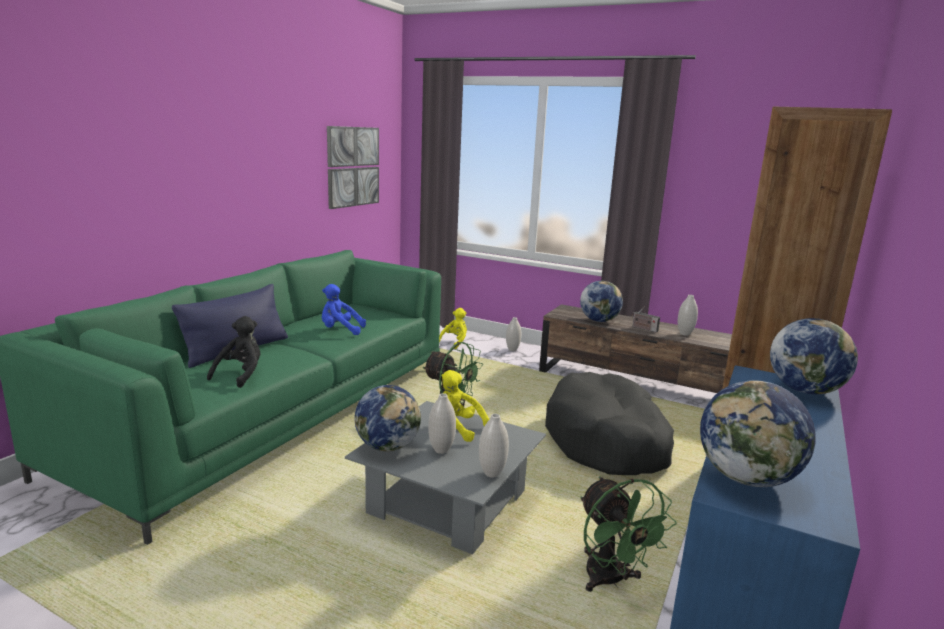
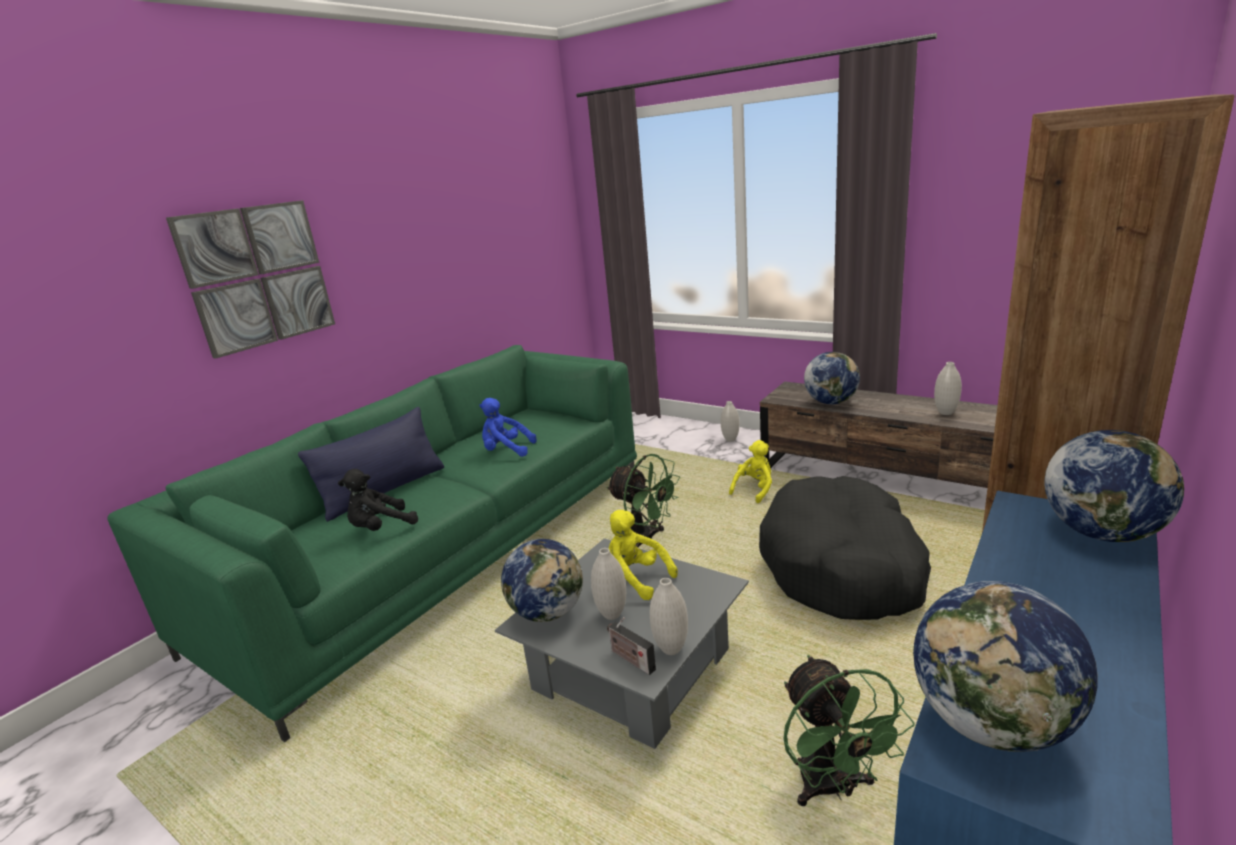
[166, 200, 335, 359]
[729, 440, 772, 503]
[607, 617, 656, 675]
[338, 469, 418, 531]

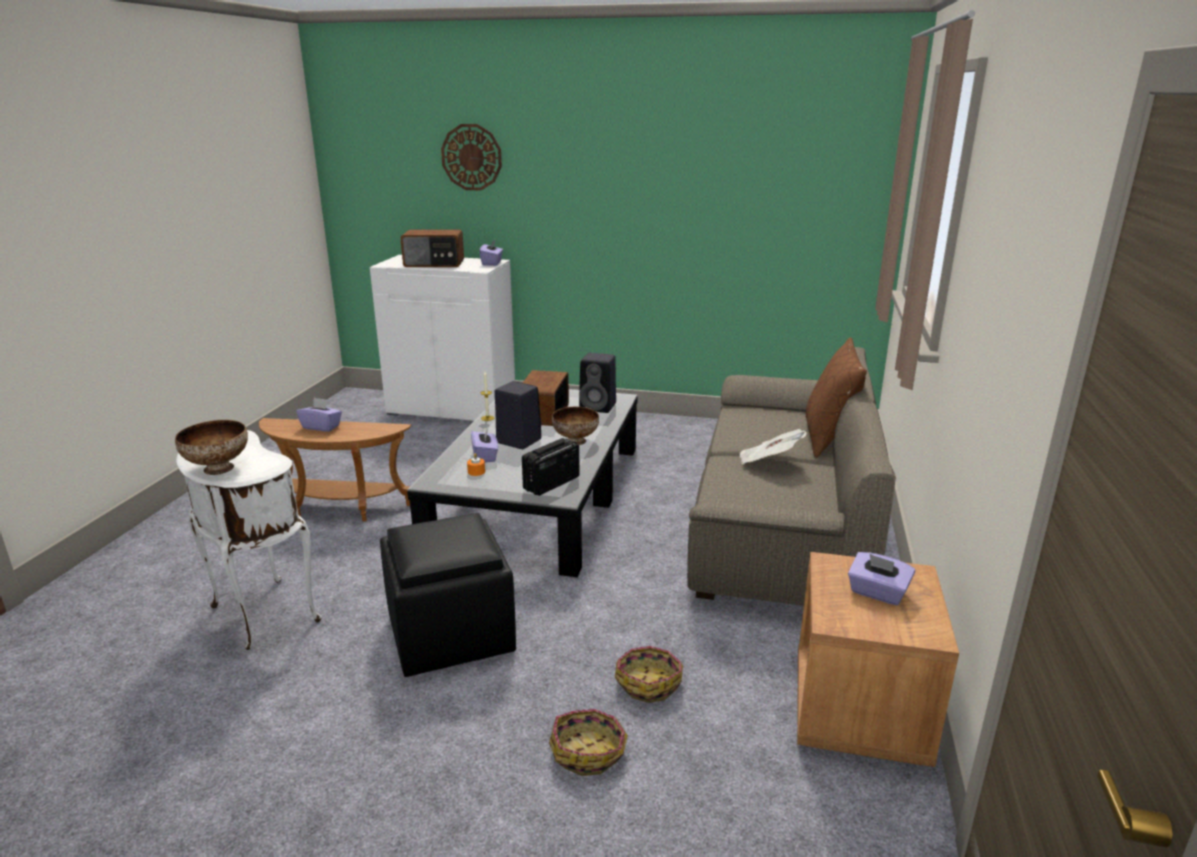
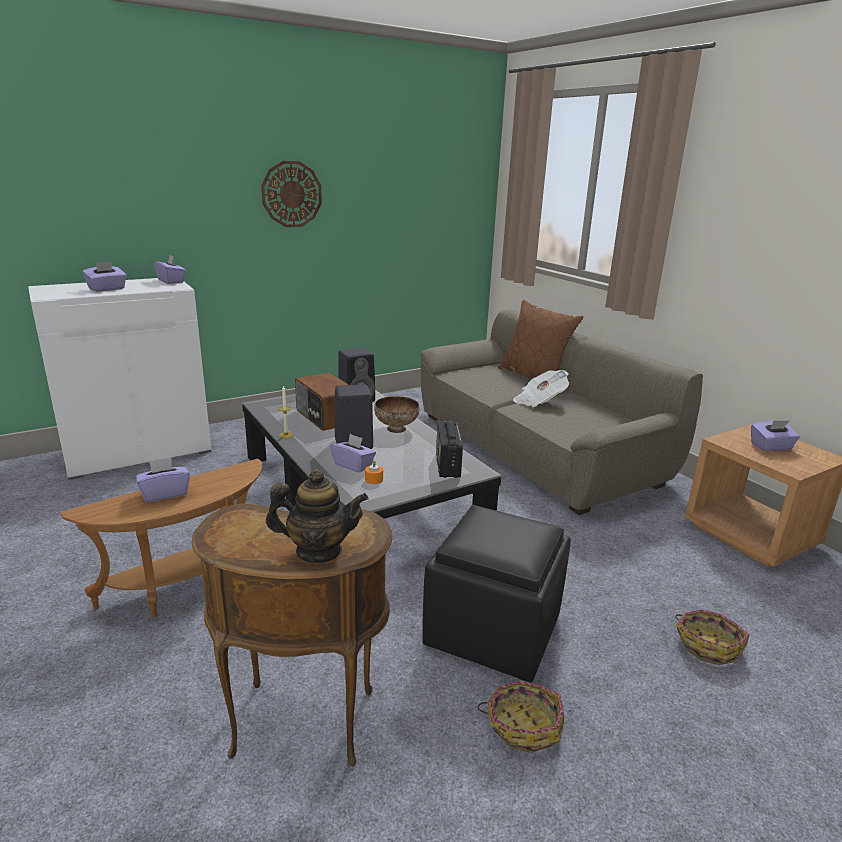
[261, 161, 322, 227]
[478, 681, 564, 753]
[266, 469, 368, 563]
[82, 262, 127, 292]
[192, 503, 392, 766]

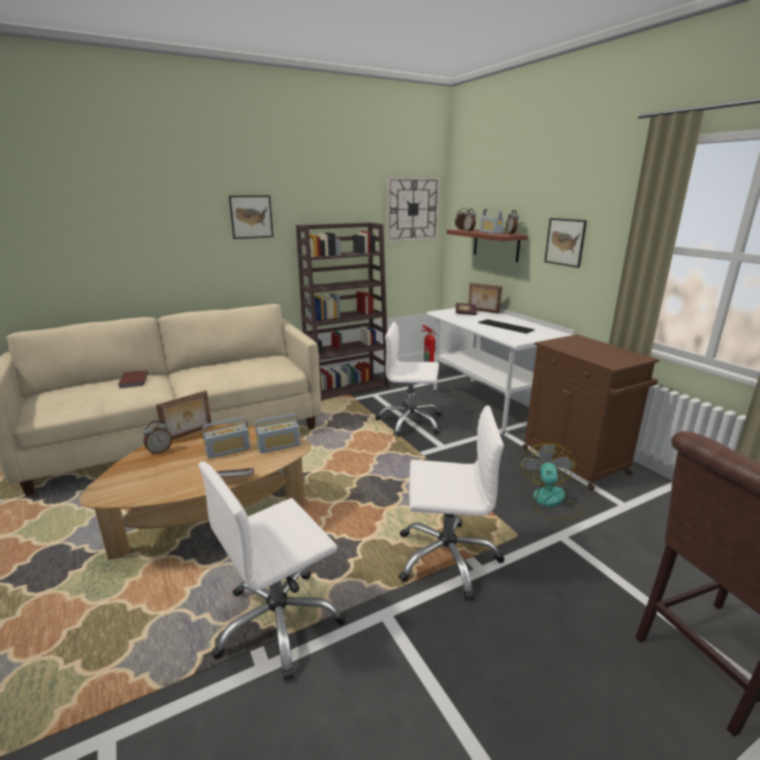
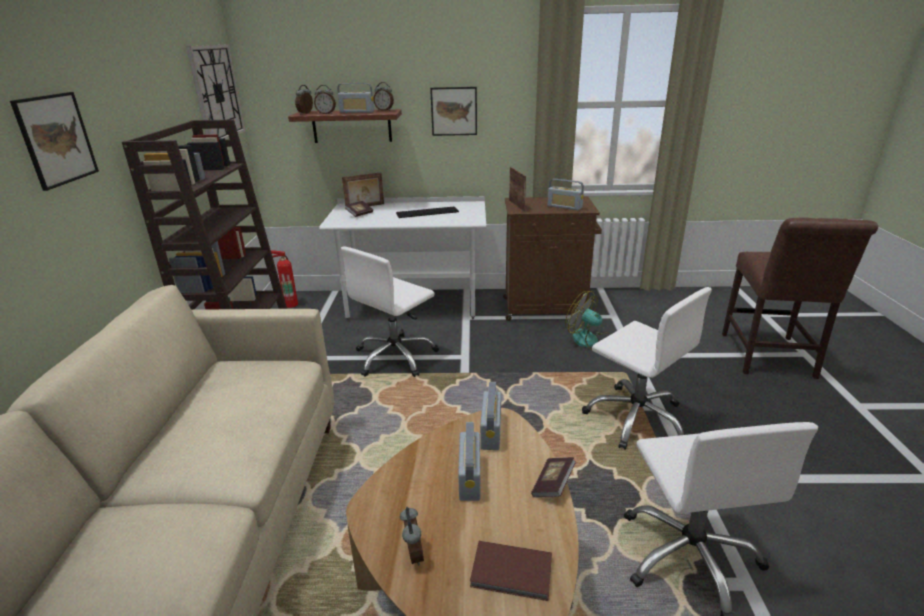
[548, 179, 584, 210]
[470, 541, 552, 601]
[509, 167, 526, 211]
[582, 287, 712, 450]

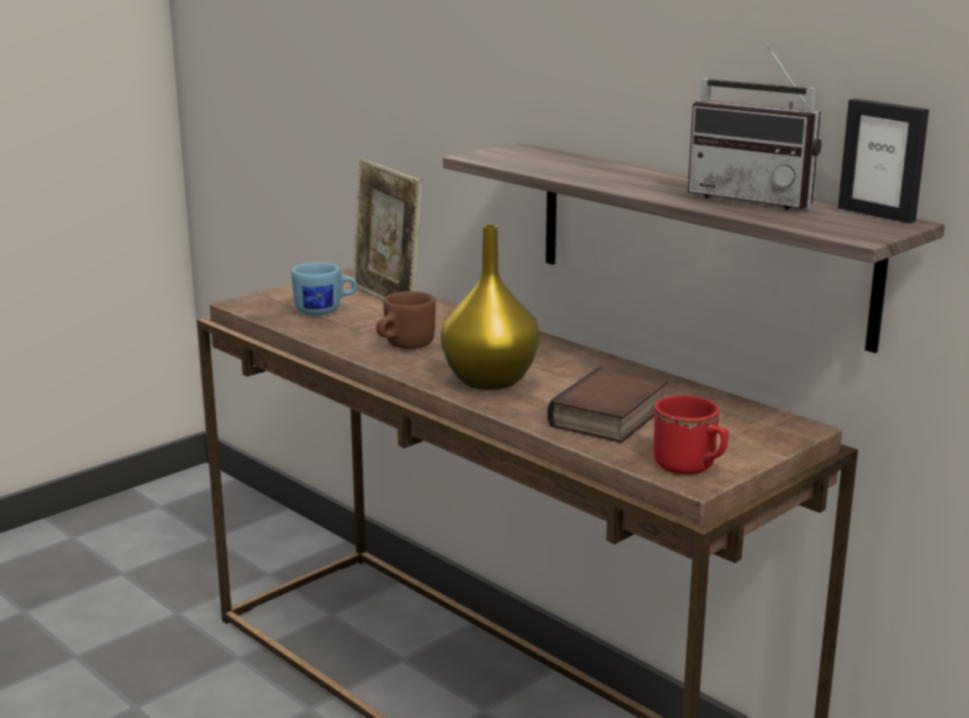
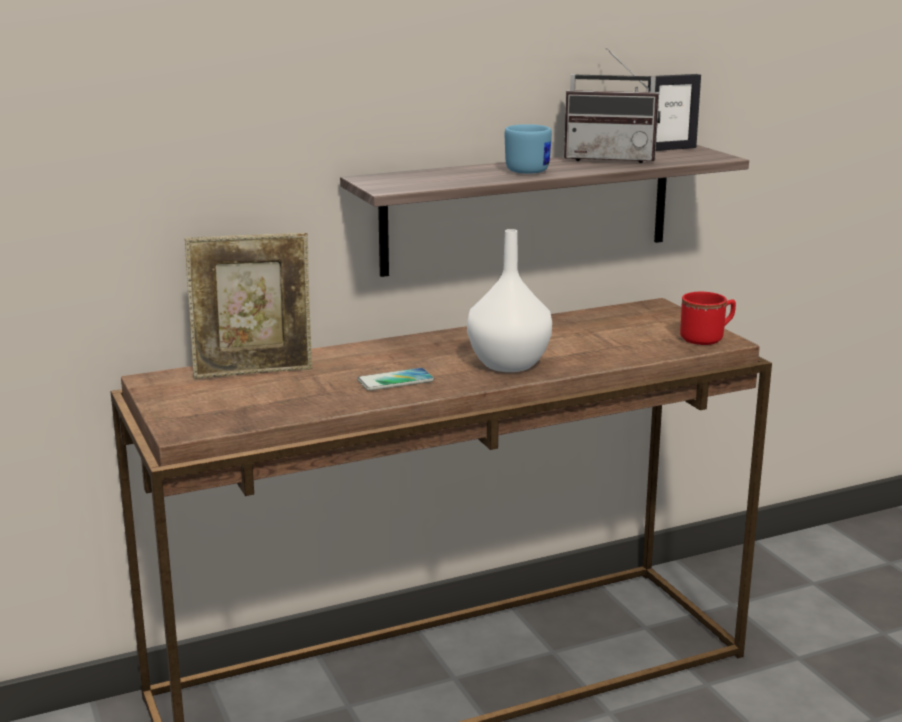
[547, 366, 668, 443] (first image)
[505, 124, 552, 174]
[357, 368, 434, 391]
[467, 229, 552, 372]
[564, 47, 661, 163]

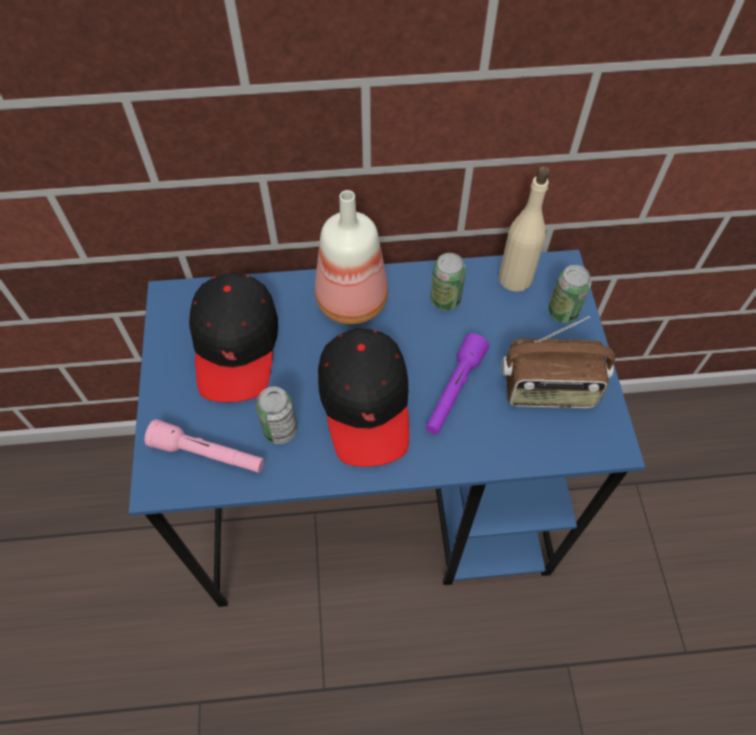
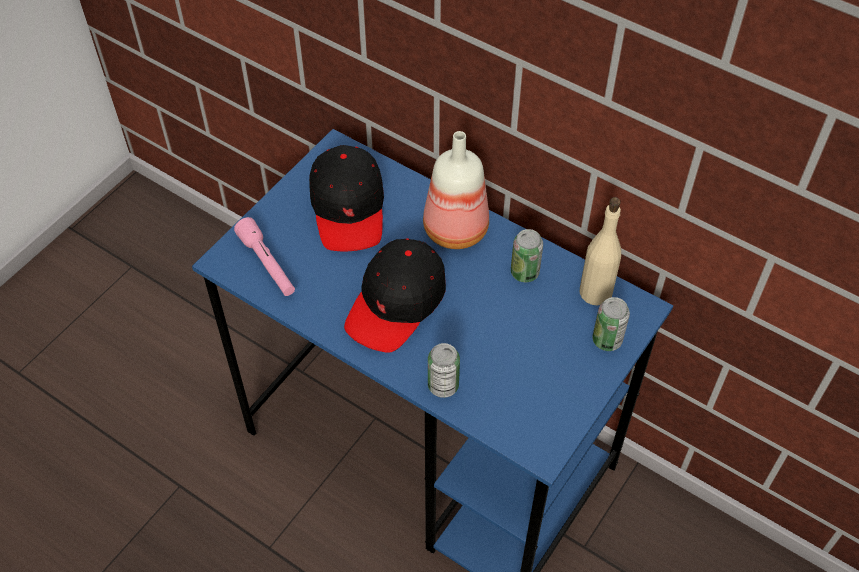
[425, 333, 489, 434] (first image)
[502, 316, 615, 408] (first image)
[428, 343, 460, 398]
[309, 145, 384, 251]

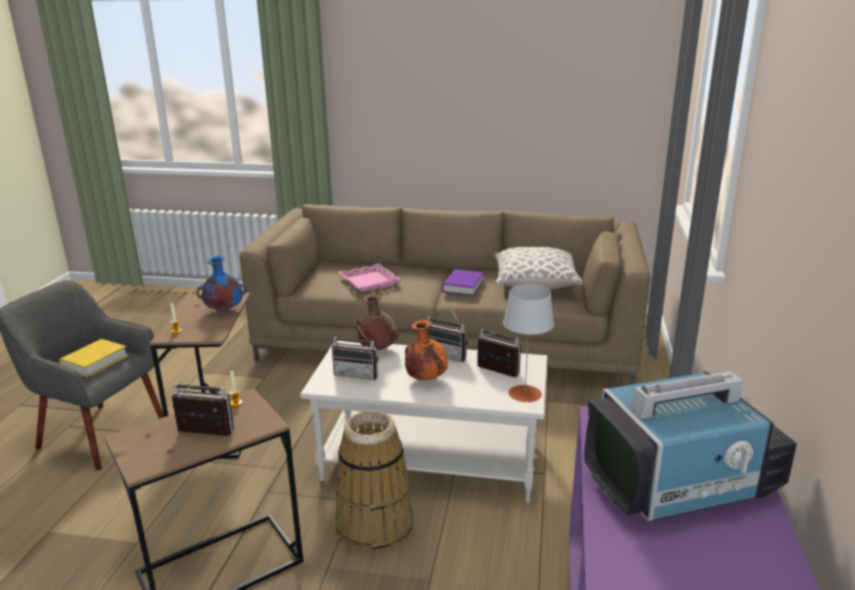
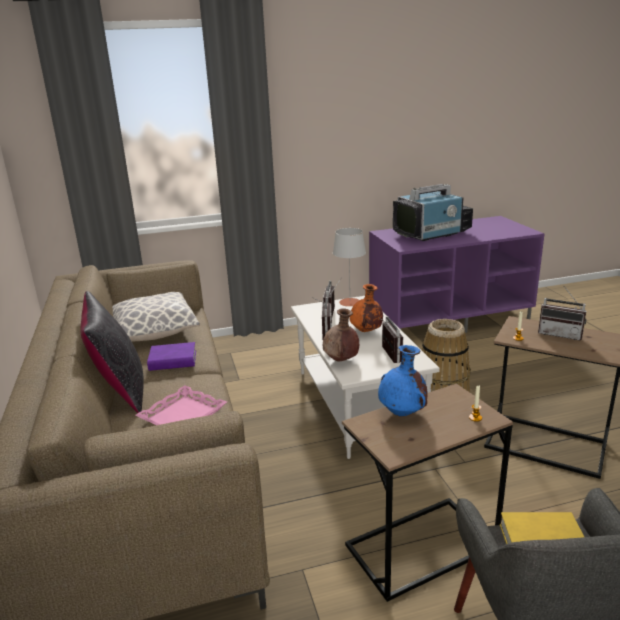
[80, 291, 144, 413]
[538, 288, 587, 341]
[393, 184, 473, 241]

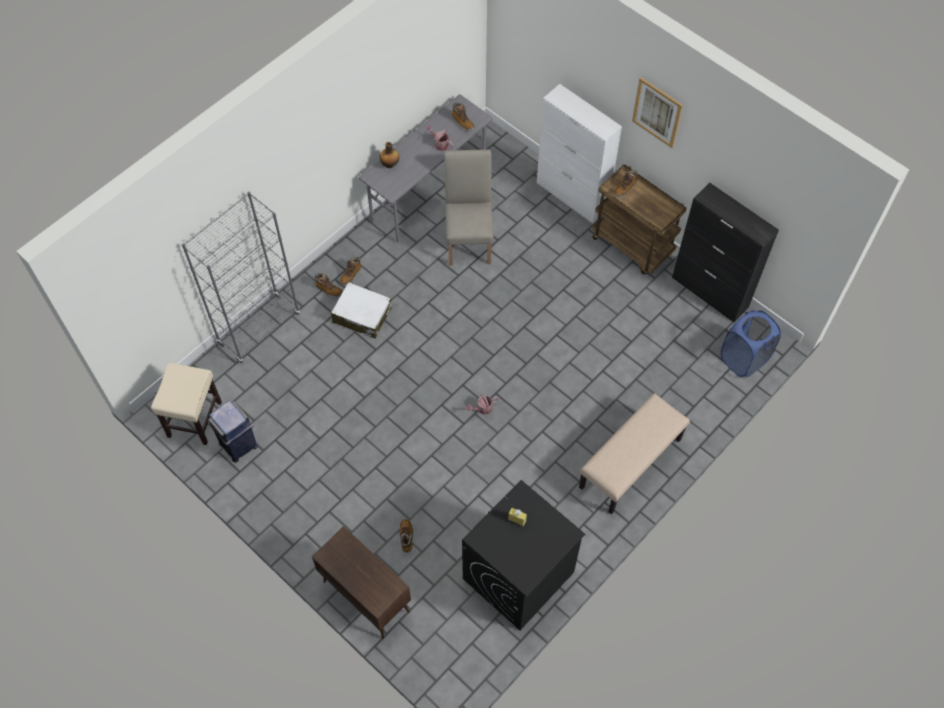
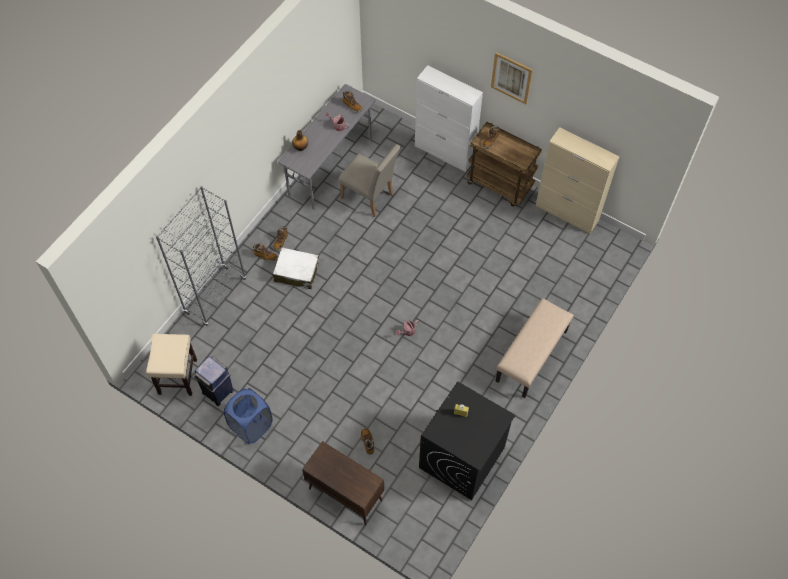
[224, 388, 273, 444]
[536, 127, 620, 234]
[339, 144, 401, 217]

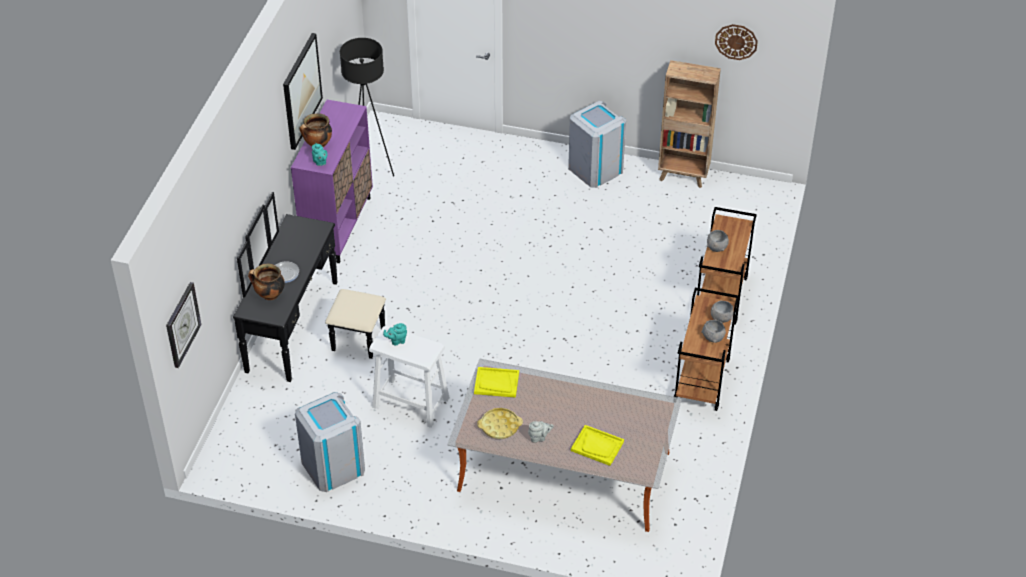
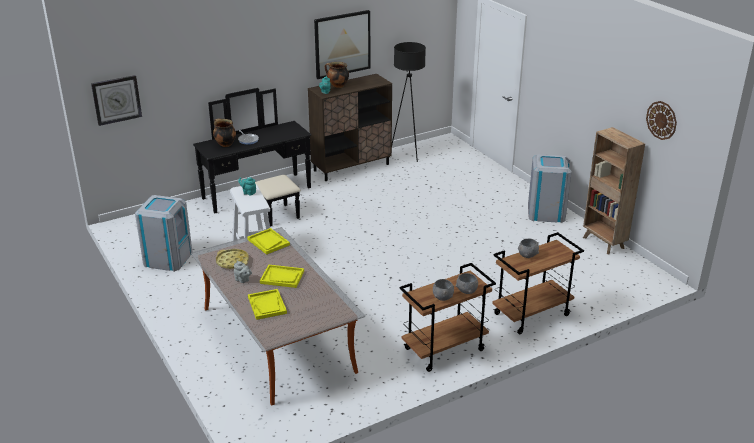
[260, 265, 304, 288]
[308, 74, 392, 181]

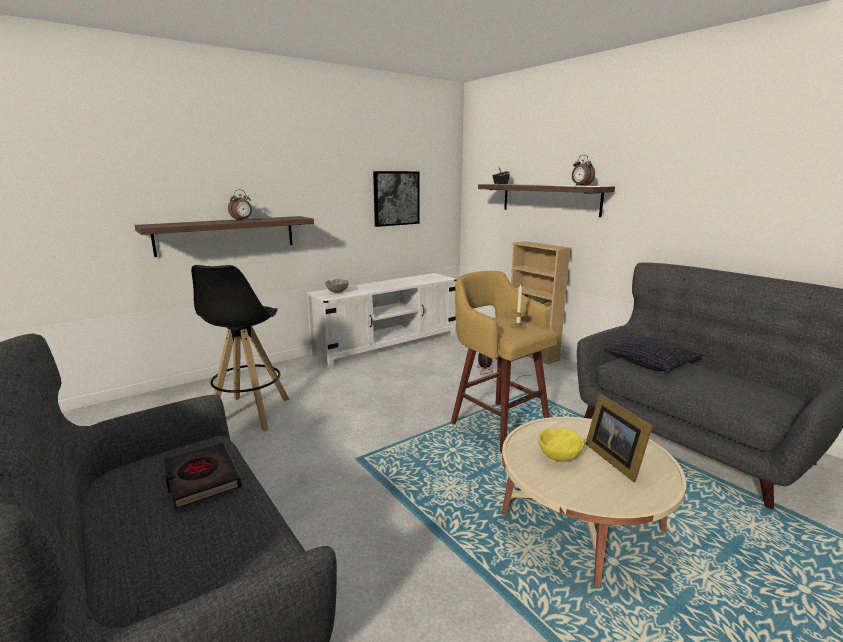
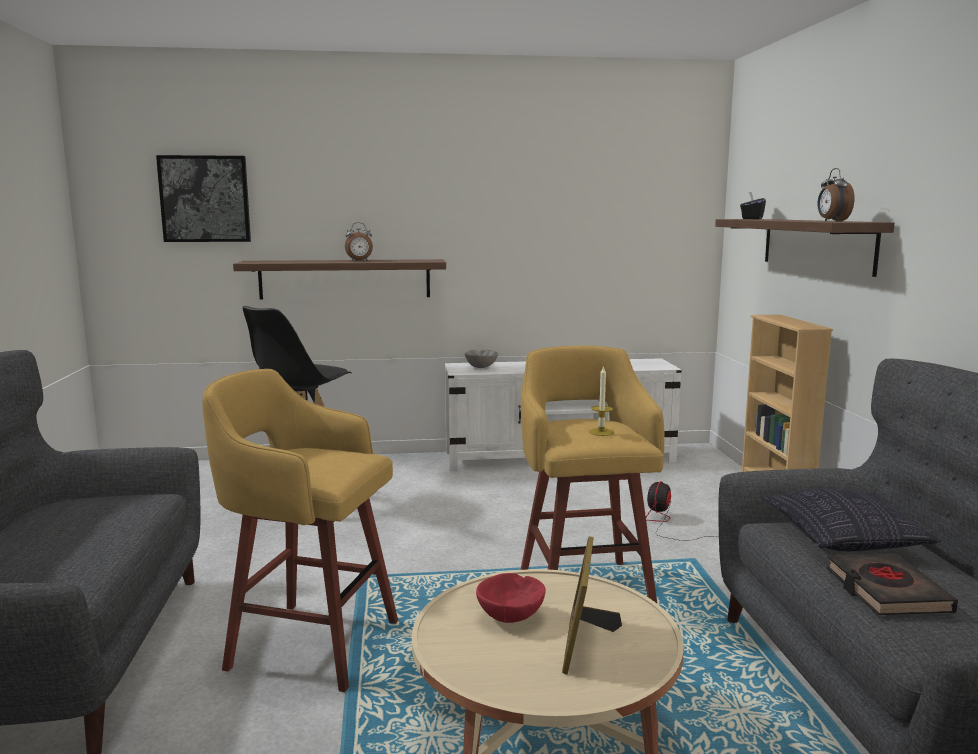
[202, 369, 398, 692]
[826, 554, 958, 615]
[156, 155, 251, 242]
[476, 573, 546, 623]

